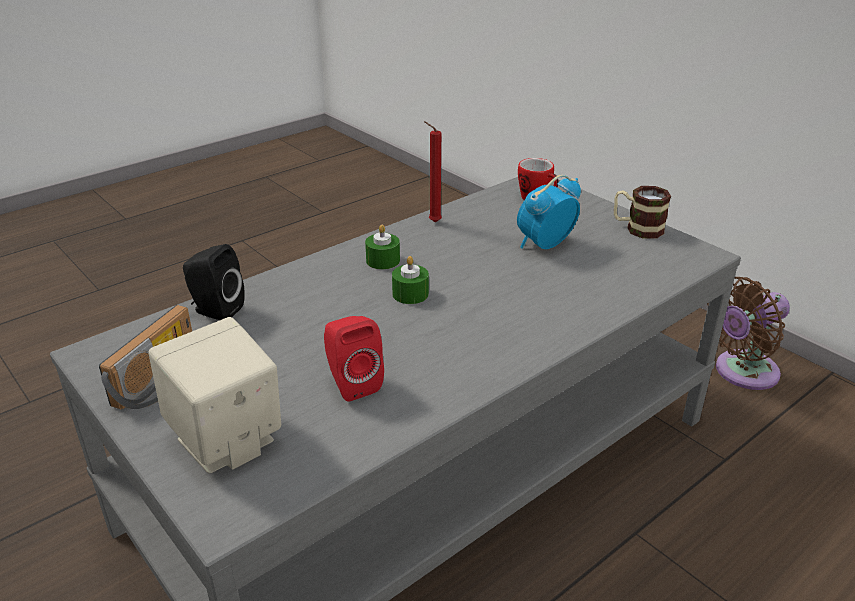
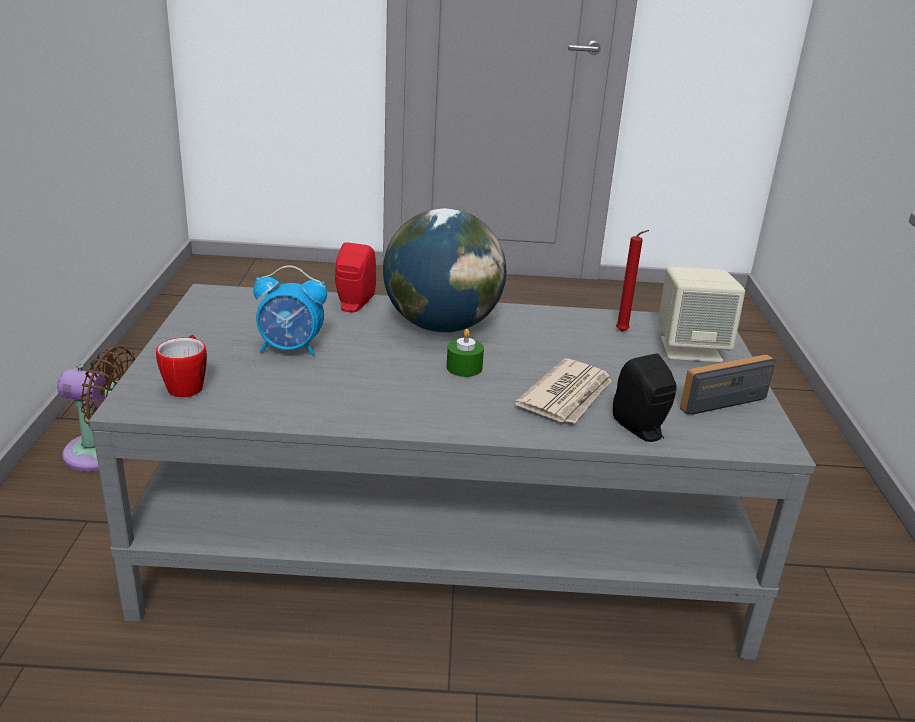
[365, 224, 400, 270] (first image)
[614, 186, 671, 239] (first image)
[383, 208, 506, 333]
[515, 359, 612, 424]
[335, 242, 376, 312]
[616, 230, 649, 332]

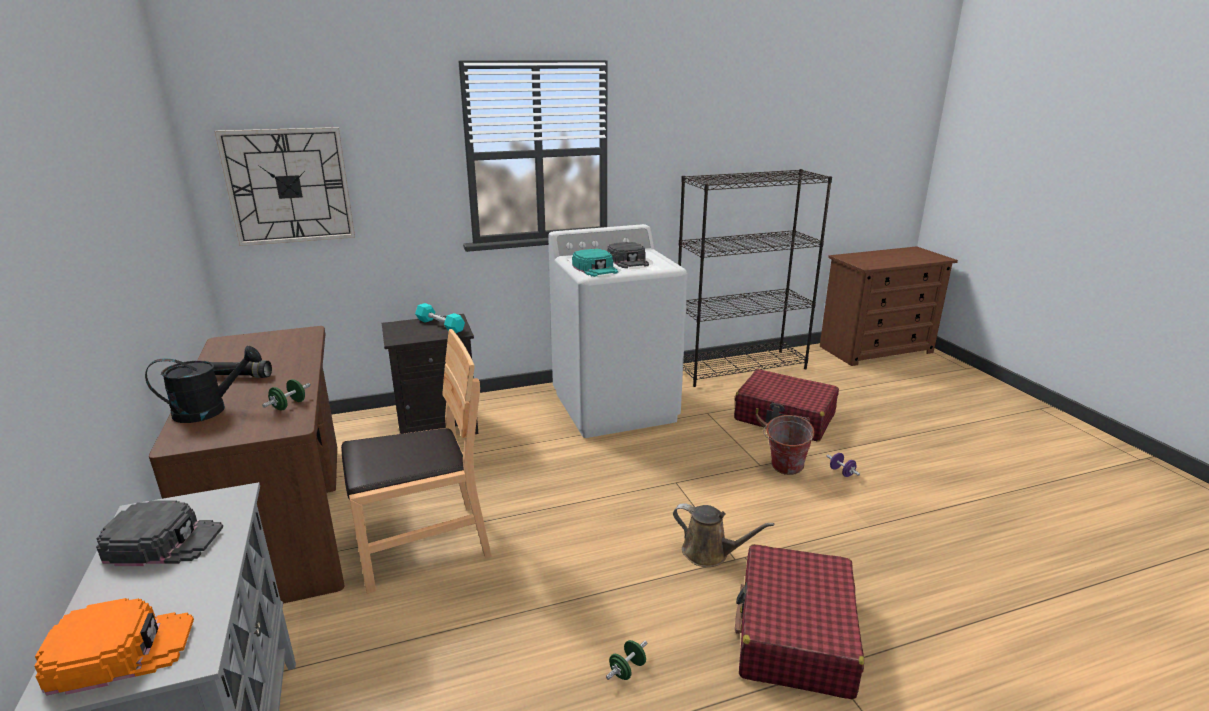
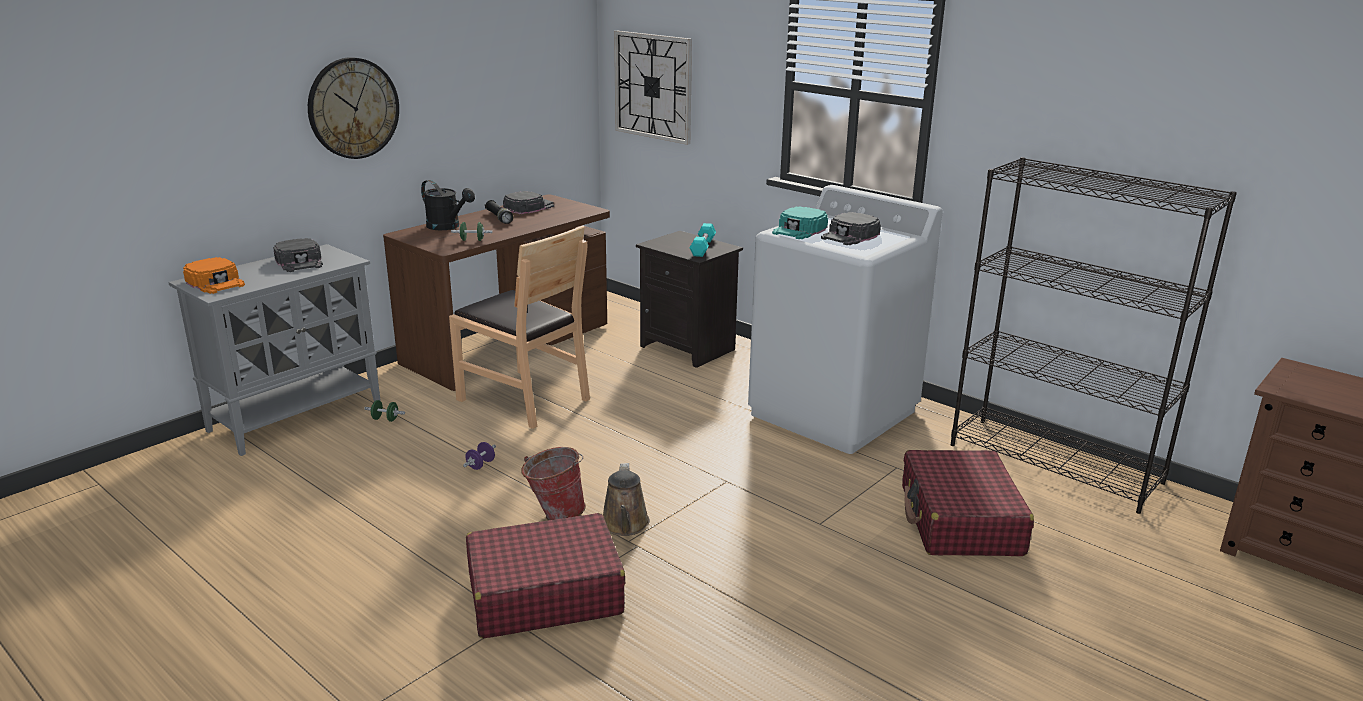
[308, 57, 399, 159]
[503, 191, 554, 214]
[364, 400, 405, 422]
[522, 447, 586, 520]
[463, 442, 496, 470]

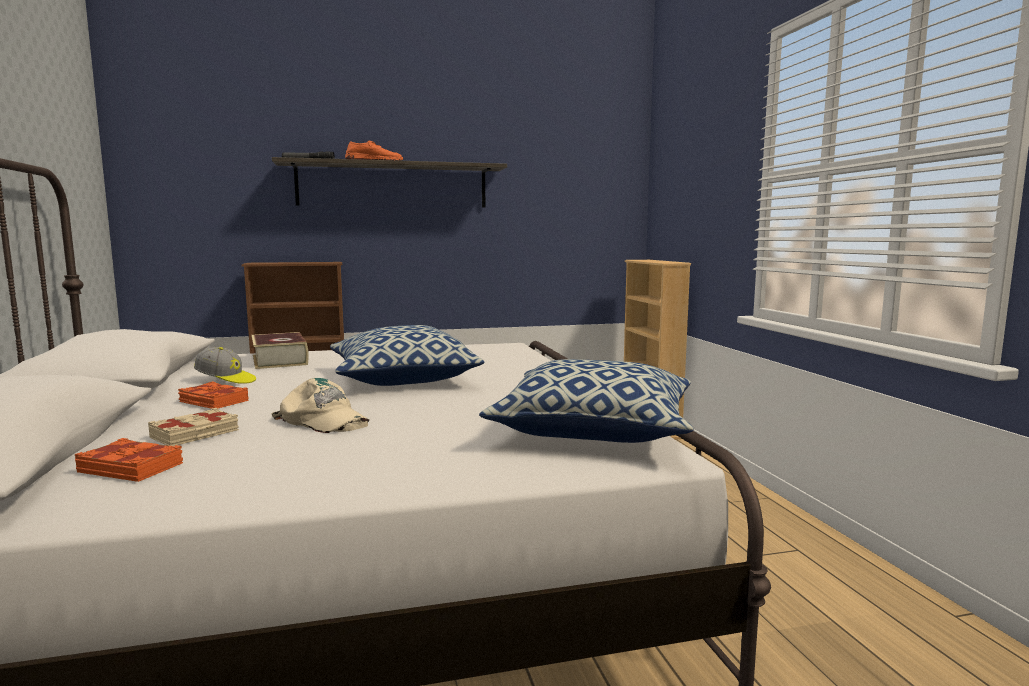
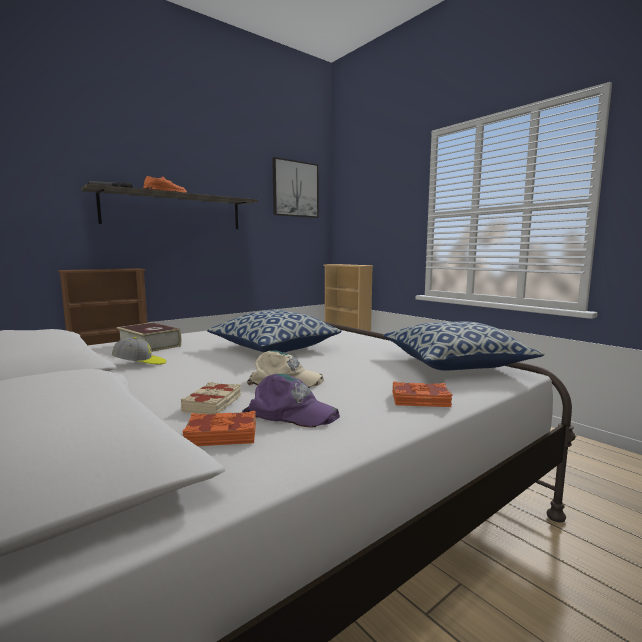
[242, 374, 340, 427]
[272, 157, 319, 218]
[393, 382, 452, 407]

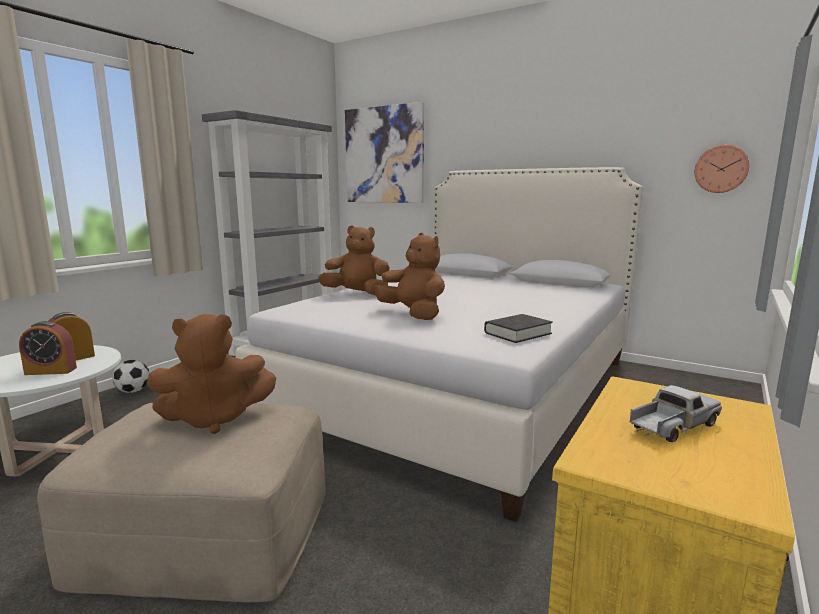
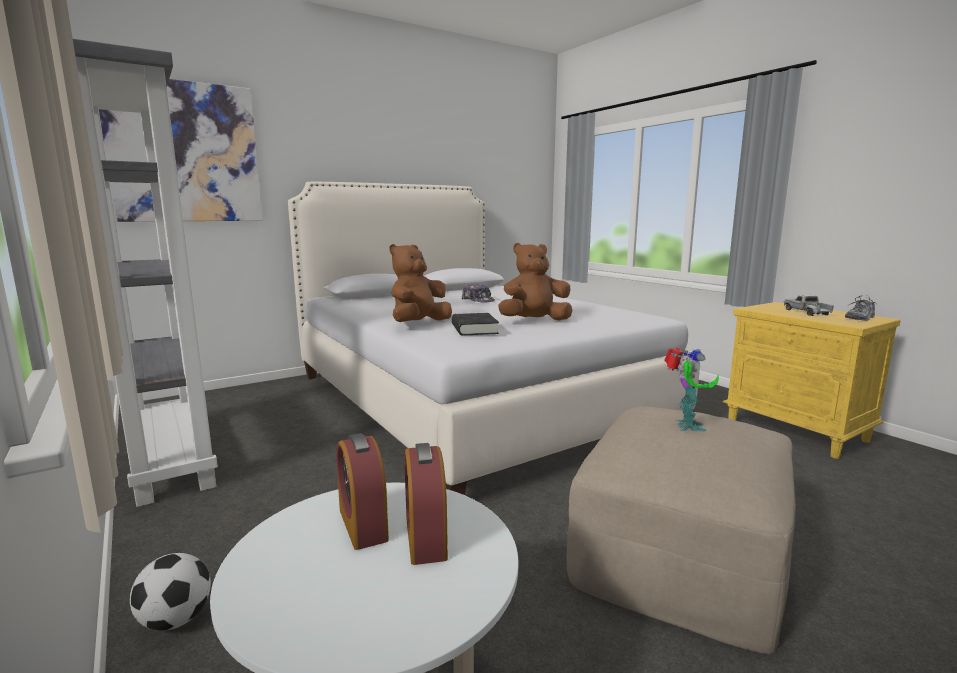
[695, 145, 749, 193] (first image)
[462, 284, 495, 302]
[845, 295, 877, 321]
[452, 313, 499, 336]
[664, 348, 719, 431]
[405, 443, 448, 565]

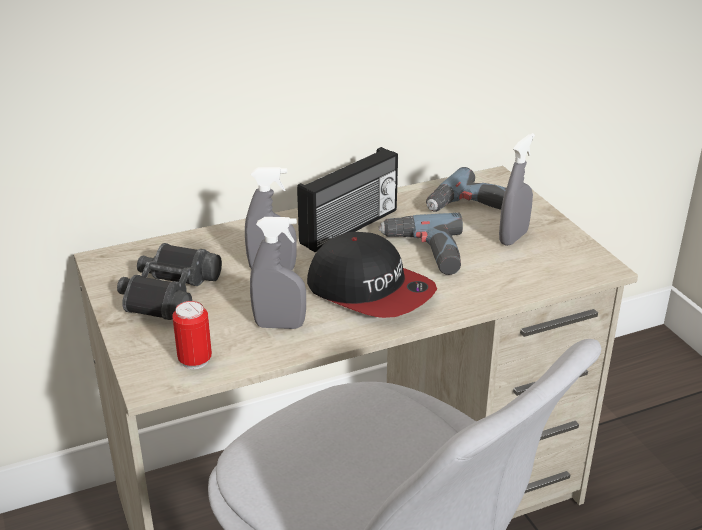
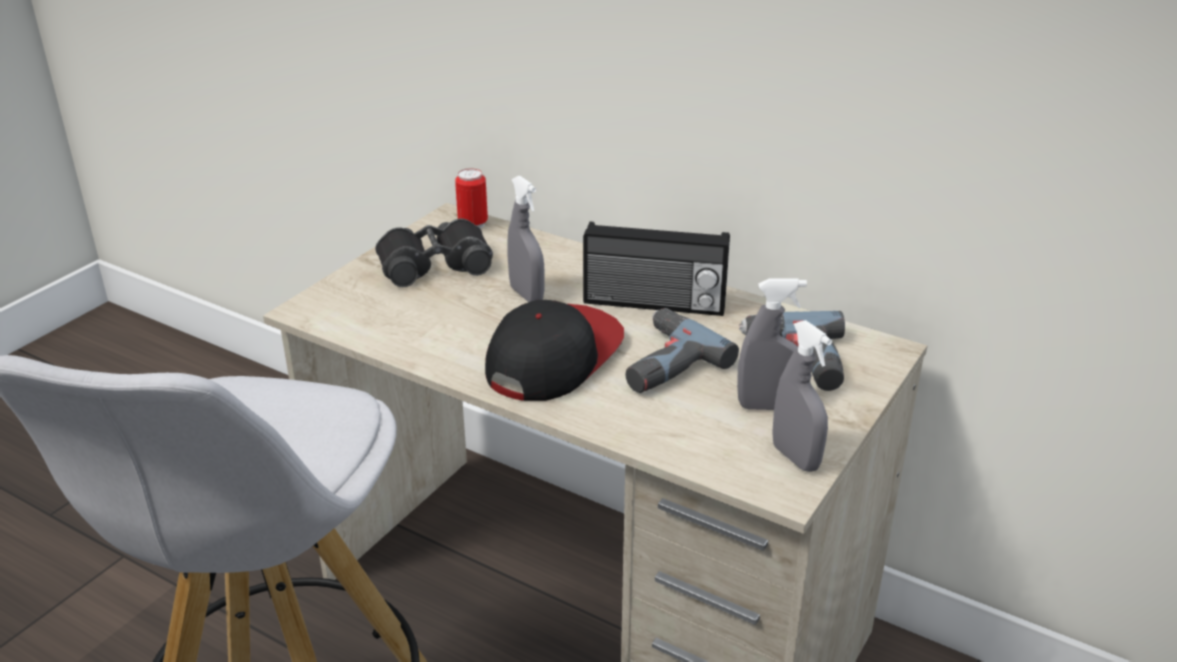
[455, 168, 488, 228]
[772, 320, 832, 472]
[485, 300, 624, 401]

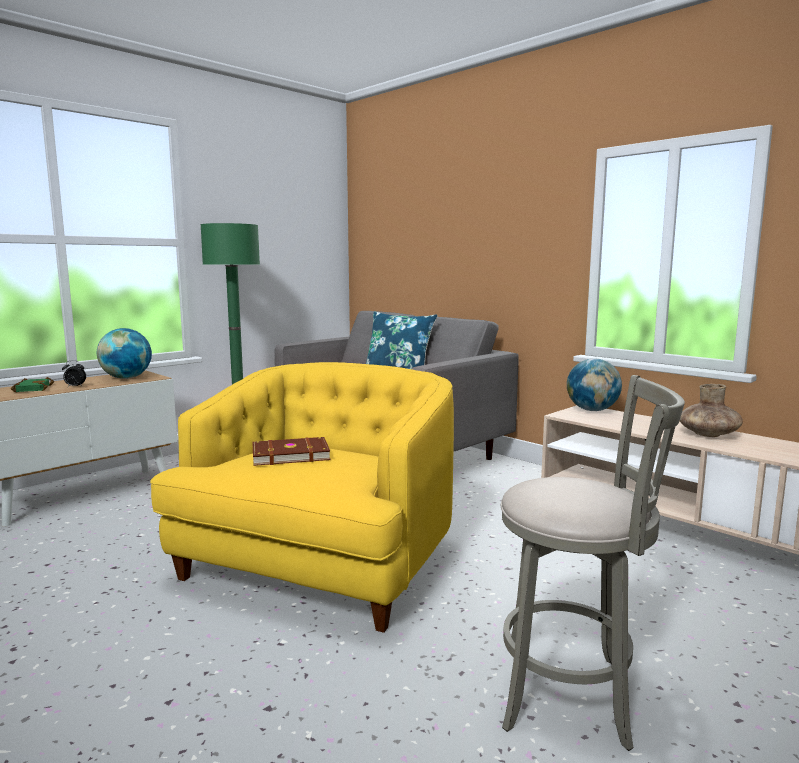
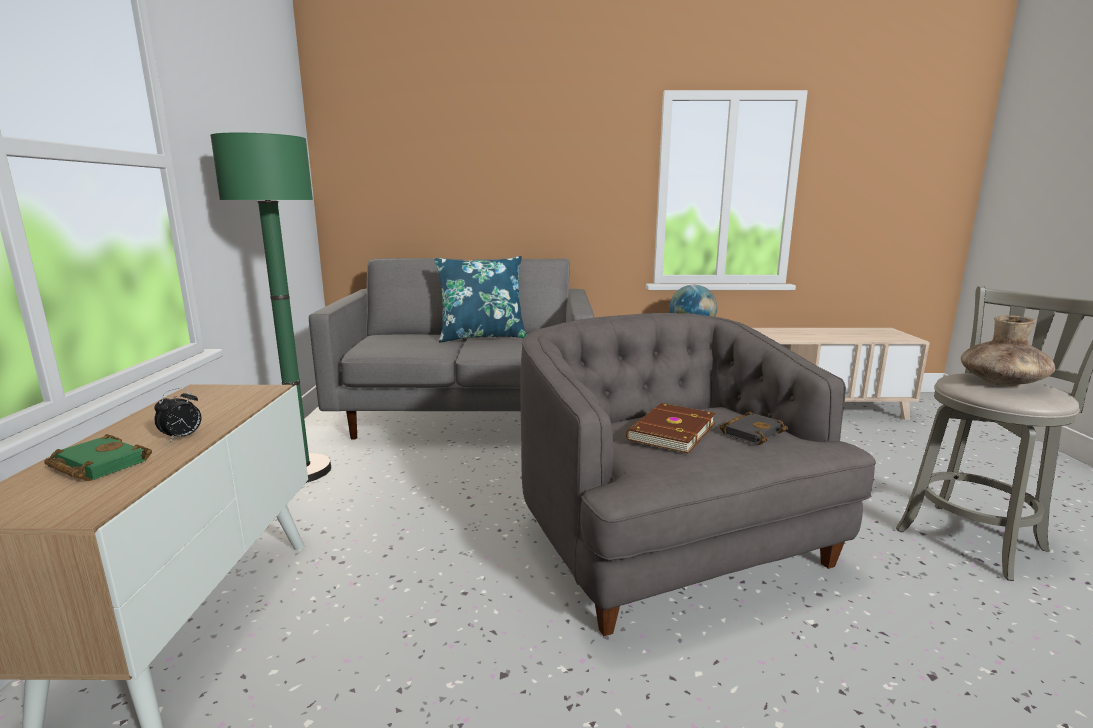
[97, 328, 152, 379] (first image)
[720, 412, 788, 445]
[961, 315, 1055, 386]
[520, 313, 876, 636]

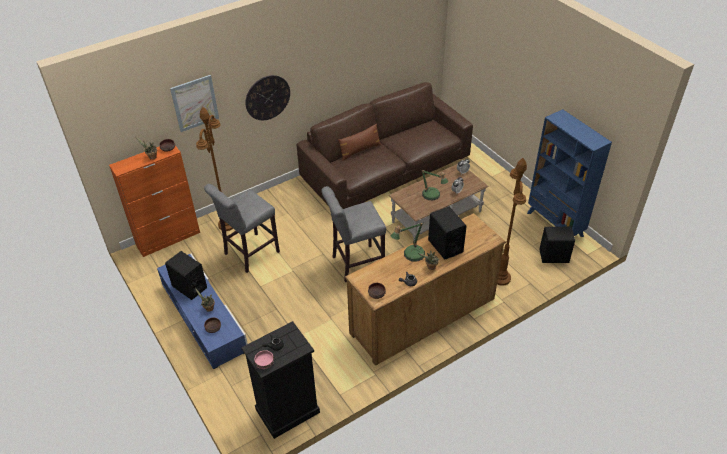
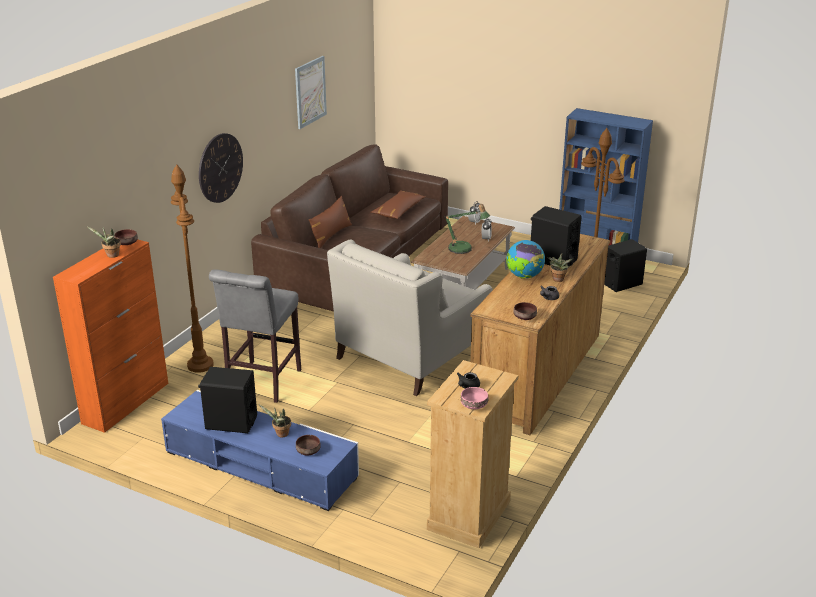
[370, 190, 426, 219]
[295, 56, 327, 129]
[327, 240, 492, 396]
[506, 240, 545, 279]
[427, 360, 518, 548]

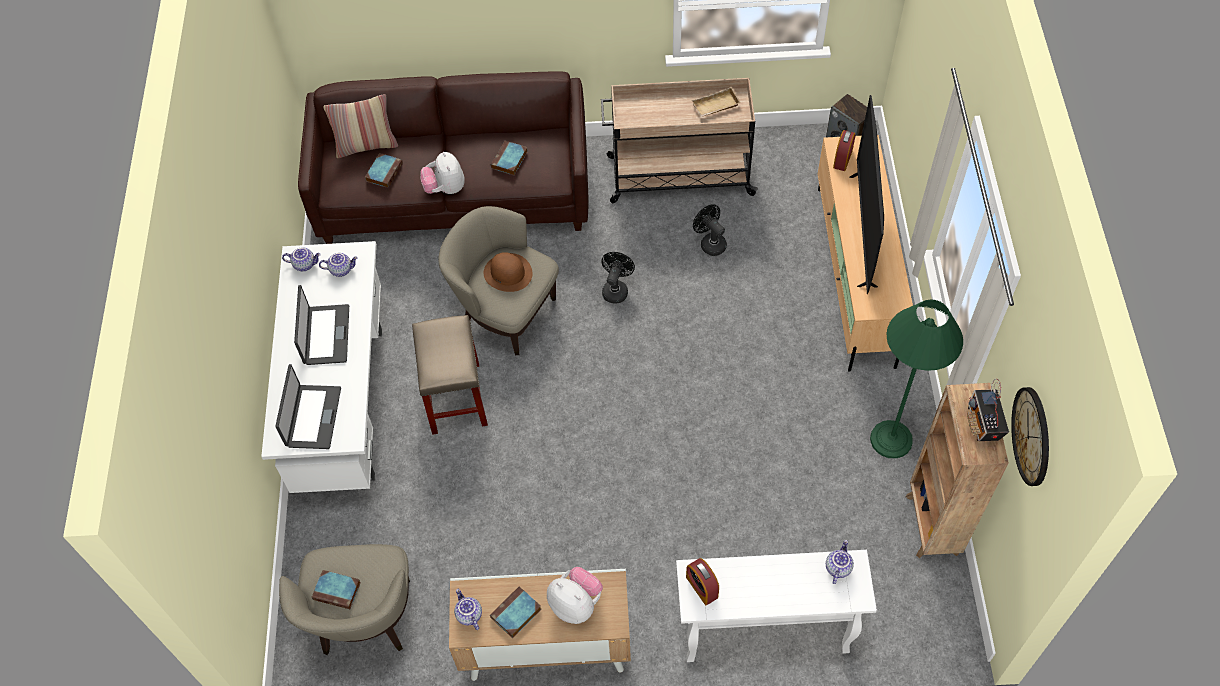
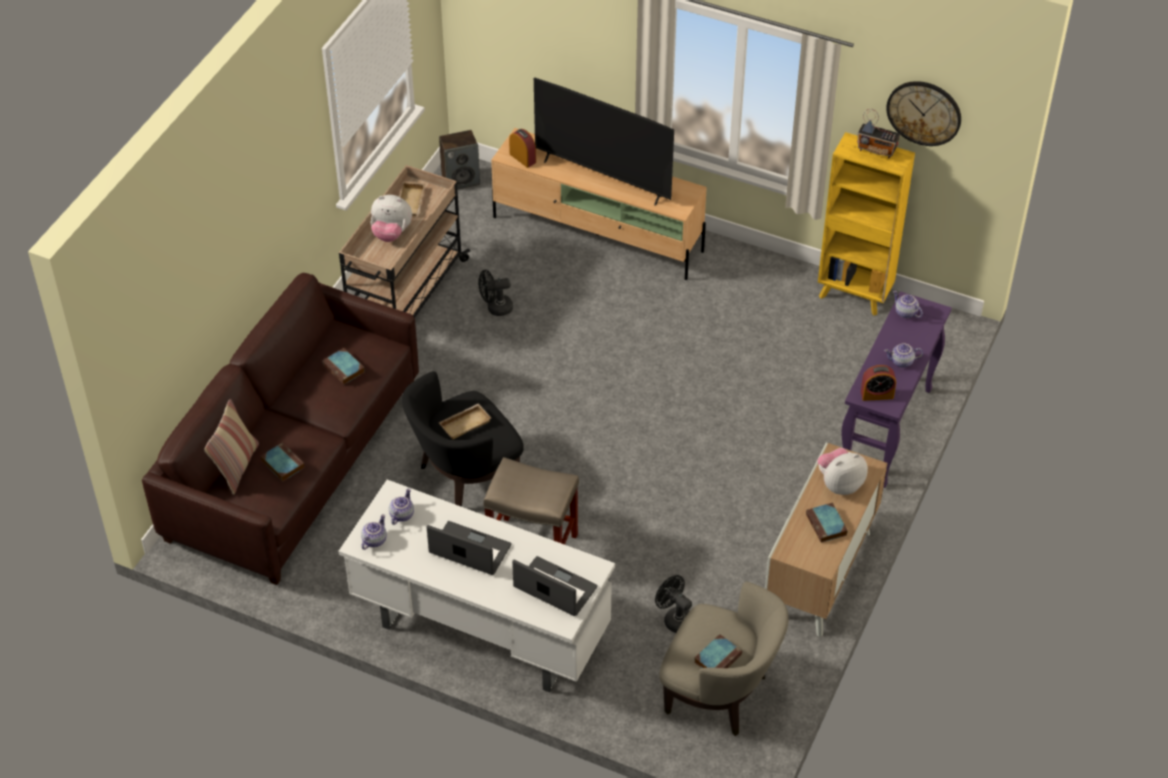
[870, 300, 963, 458] (first image)
[370, 195, 412, 242]
[884, 343, 923, 368]
[655, 575, 692, 633]
[438, 403, 491, 439]
[402, 371, 524, 507]
[842, 291, 952, 488]
[818, 132, 915, 316]

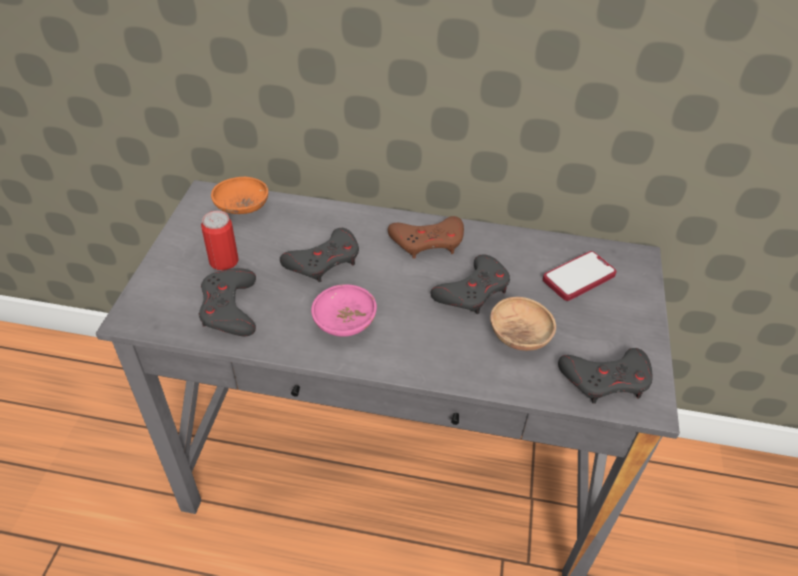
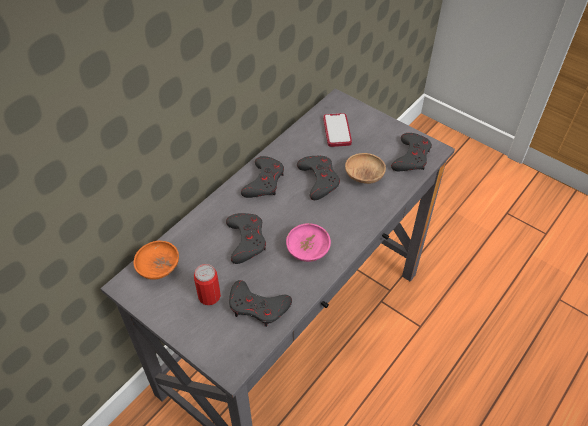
[241, 156, 284, 198]

